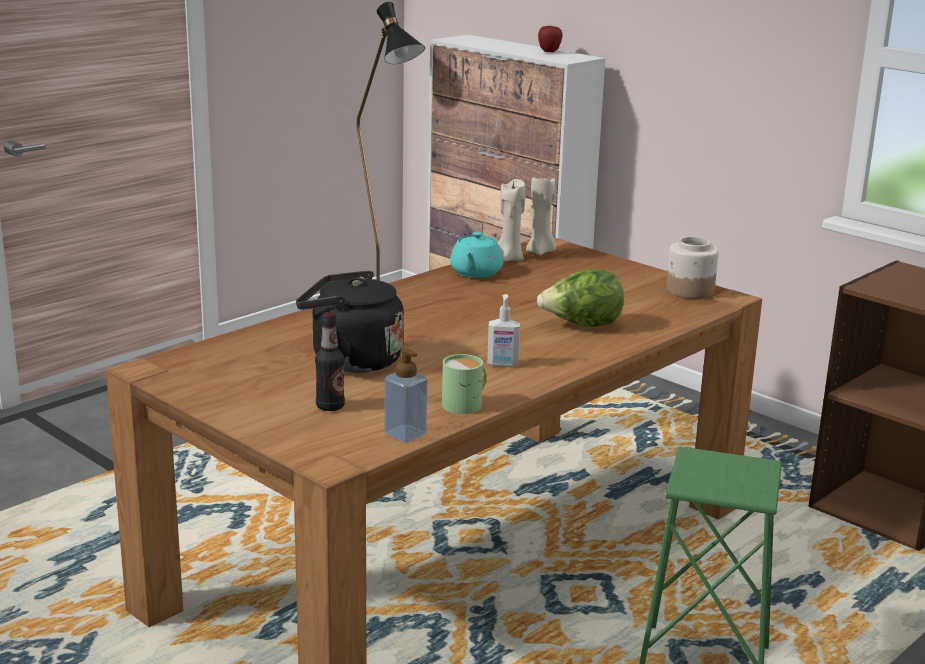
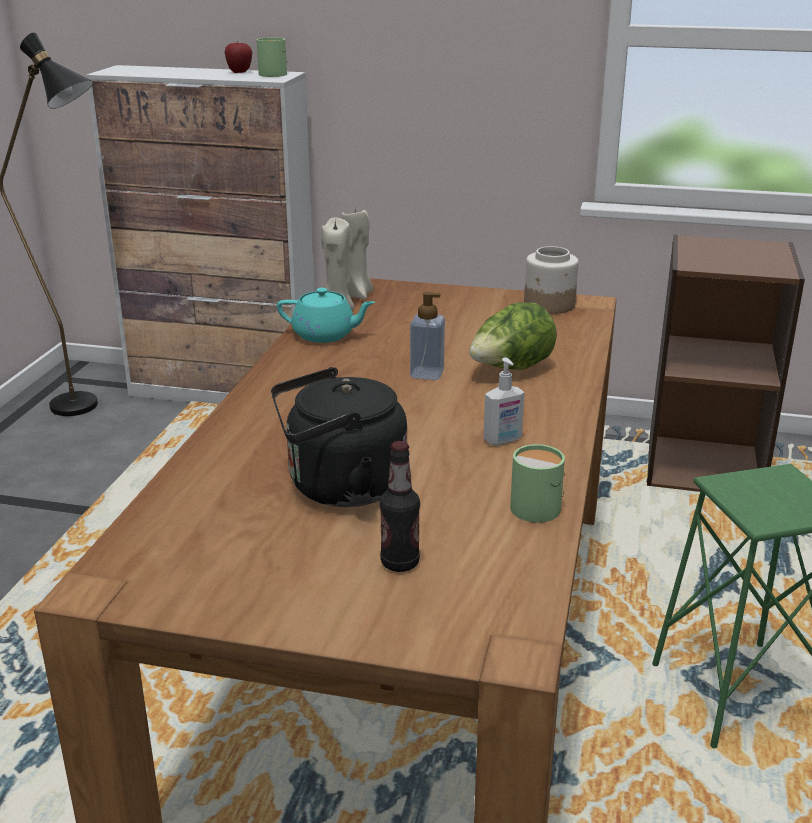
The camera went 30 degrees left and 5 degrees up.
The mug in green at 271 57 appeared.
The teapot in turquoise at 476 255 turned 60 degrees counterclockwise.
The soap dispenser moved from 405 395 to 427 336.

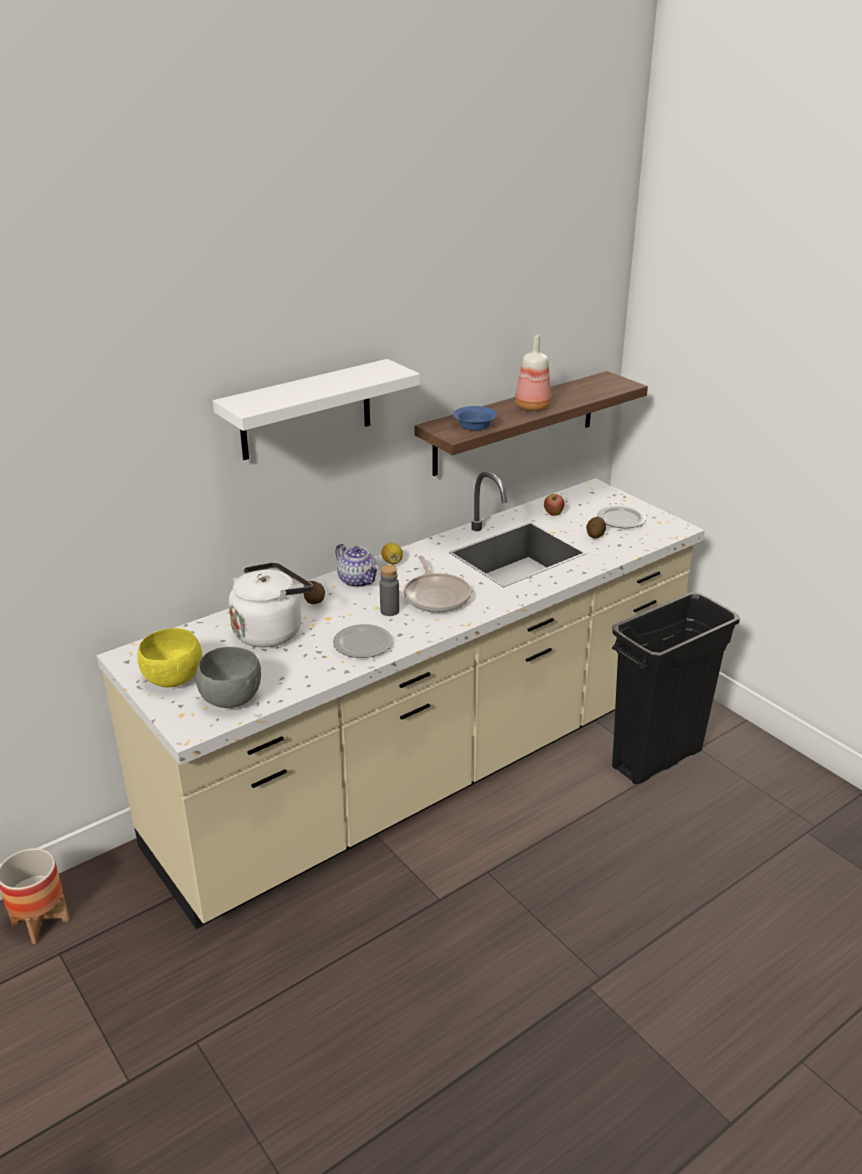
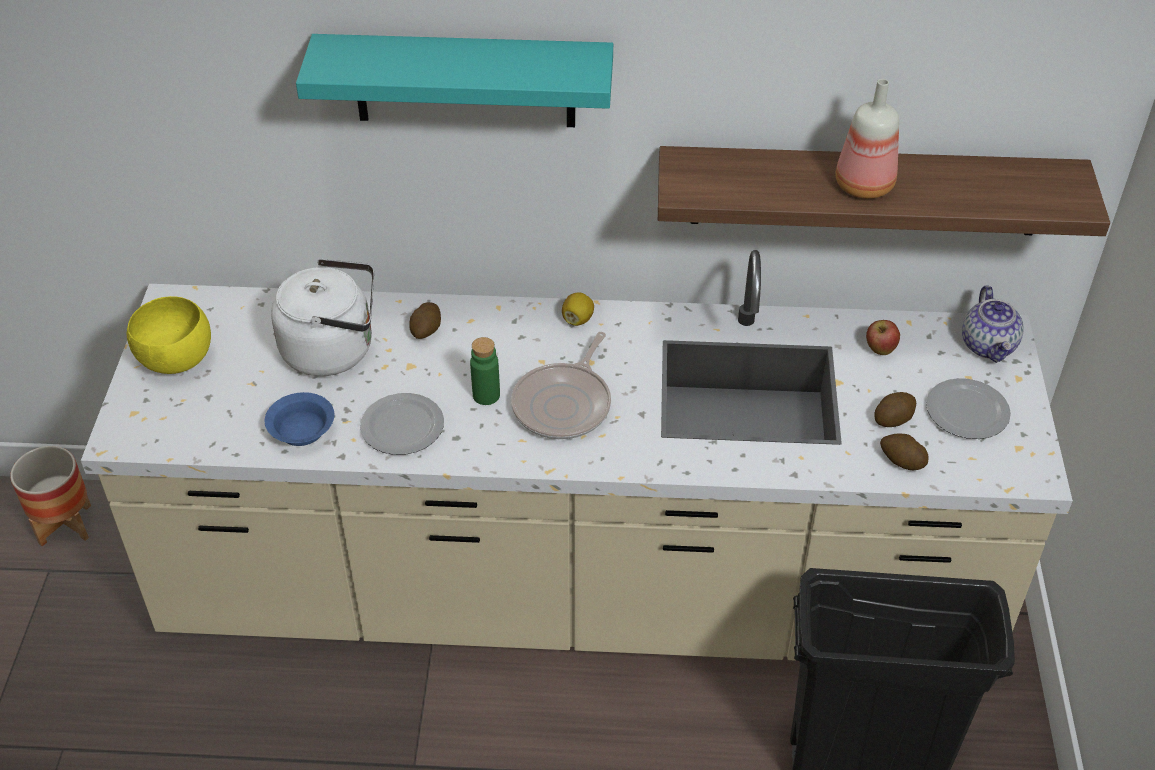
The camera went 40 degrees right and 15 degrees up.
The bowl in blue moved from 475 418 to 299 419.
The shelf in white at 316 409 became the shelf in turquoise at 454 80.
The bottle in grey at 389 590 became the bottle in green at 485 371.
The potato at 904 452 appeared.
The teapot moved from 357 565 to 993 324.
The bowl in grey at 228 677 disappeared.

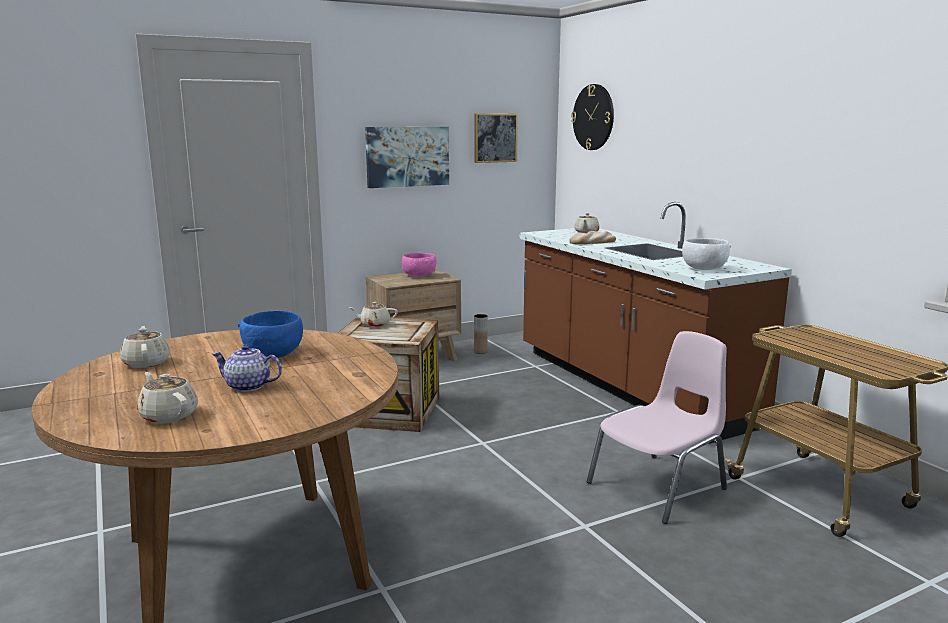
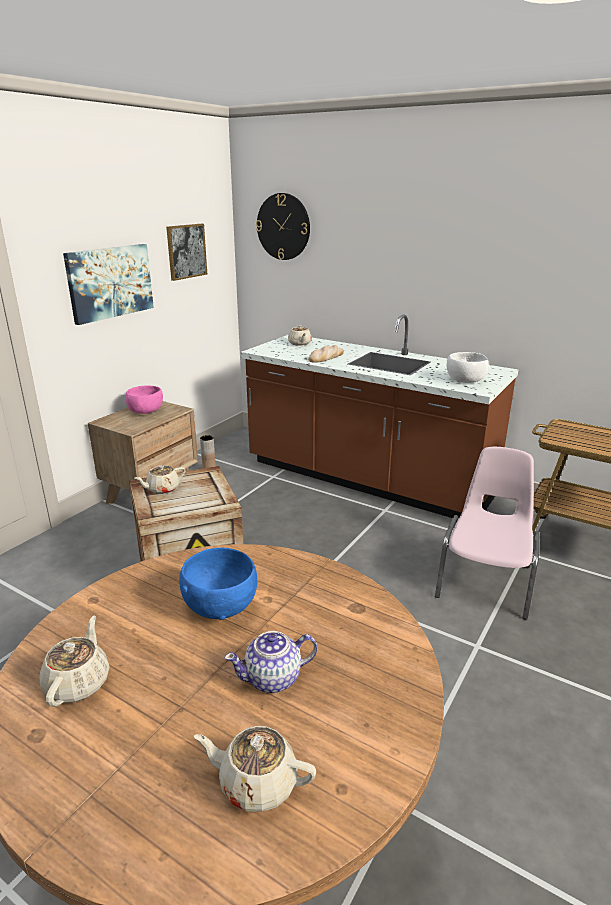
The camera went 30 degrees left and 10 degrees up.
The teapot in beige at 145 347 turned 60 degrees clockwise.

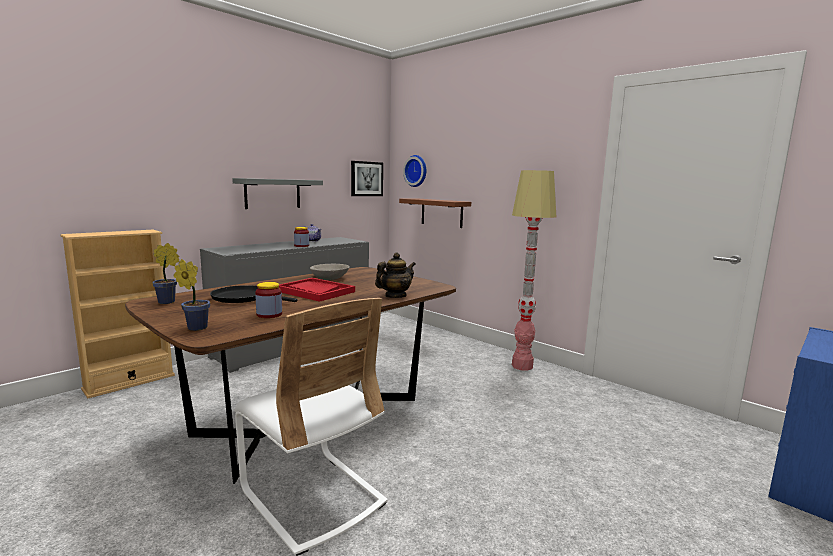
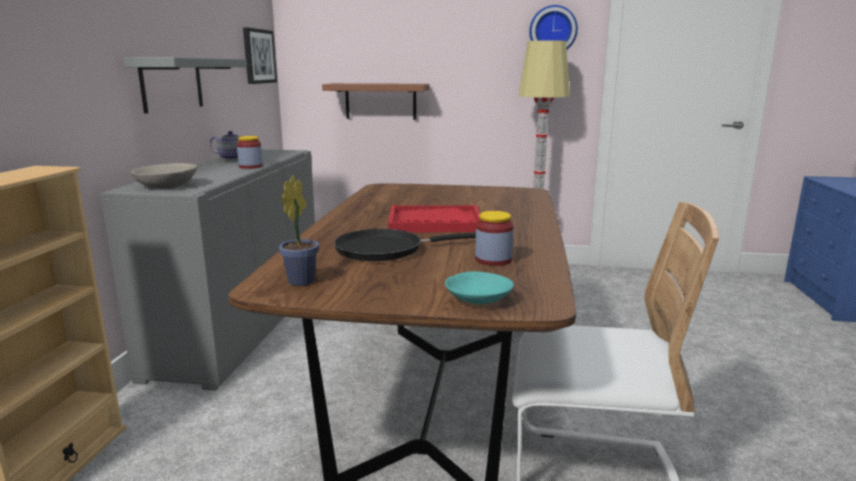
The camera went 35 degrees left and 5 degrees up.
The bowl in grey moved from 330 272 to 164 176.
The potted plant at 192 295 was replaced by the bowl in turquoise at 479 287.
The wall clock moved from 414 171 to 553 27.
The teapot at 395 275 disappeared.

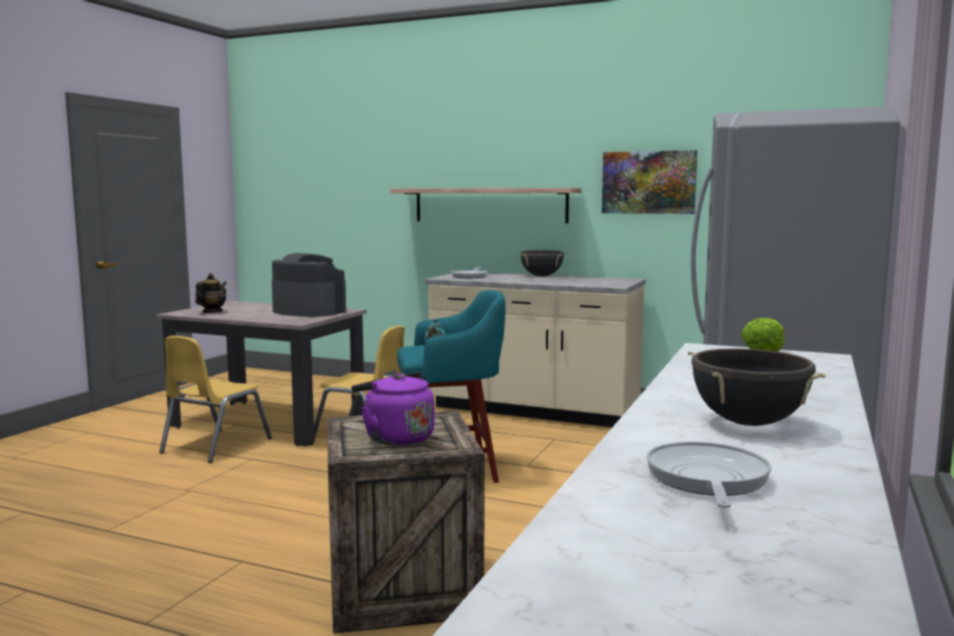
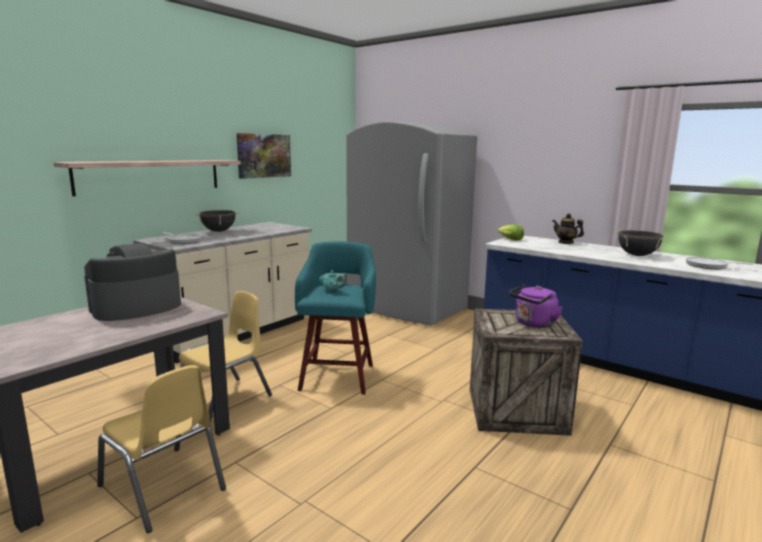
The camera went 75 degrees left and 5 degrees up.
The teapot moved from 211 293 to 568 228.

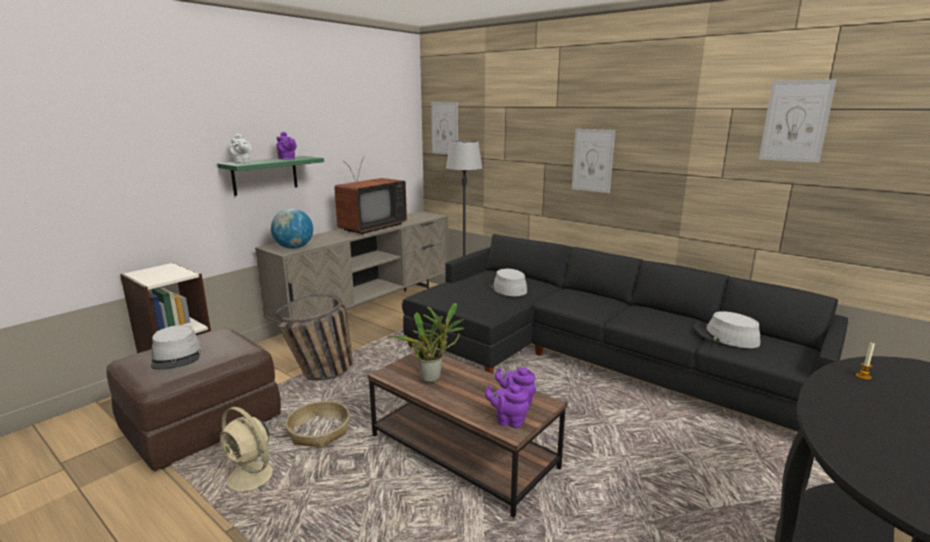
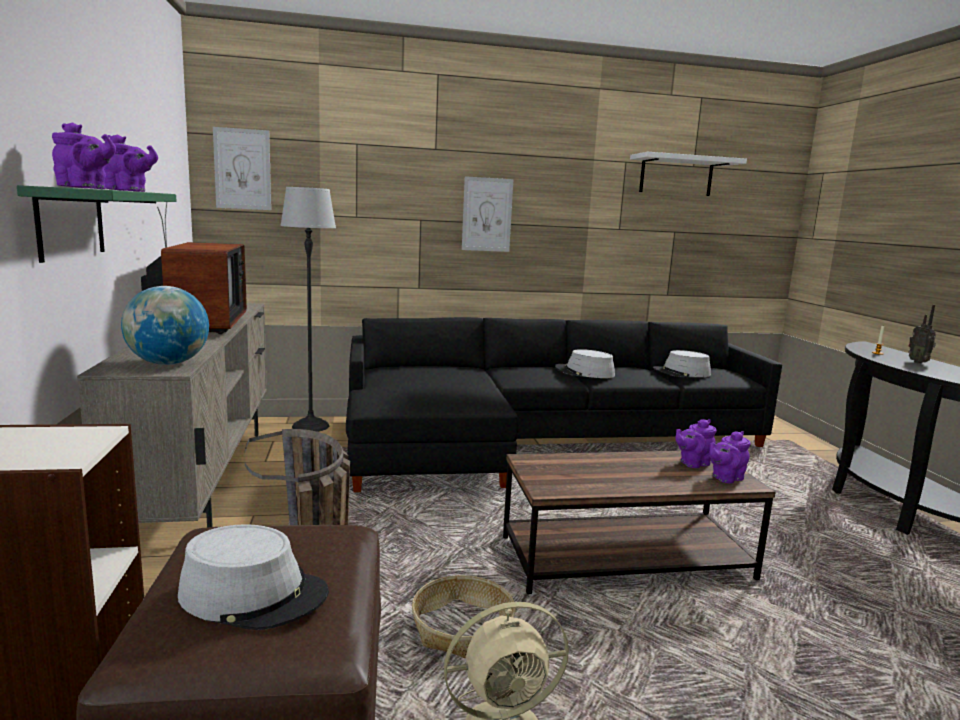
The camera went 50 degrees left and 5 degrees down.
The teapot in white at 241 149 became the teapot in purple at 84 155.
The hat in grey moved from 508 282 to 585 363.
The picture at 797 121 was replaced by the shelf in white at 688 174.
The radio at 922 334 appeared.
The potted plant at 425 343 disappeared.

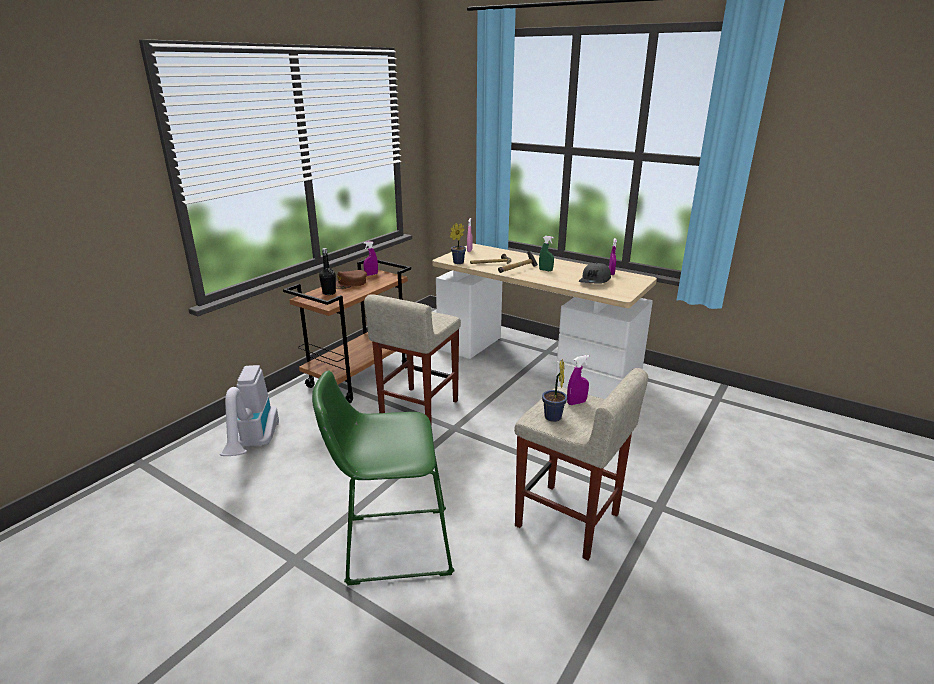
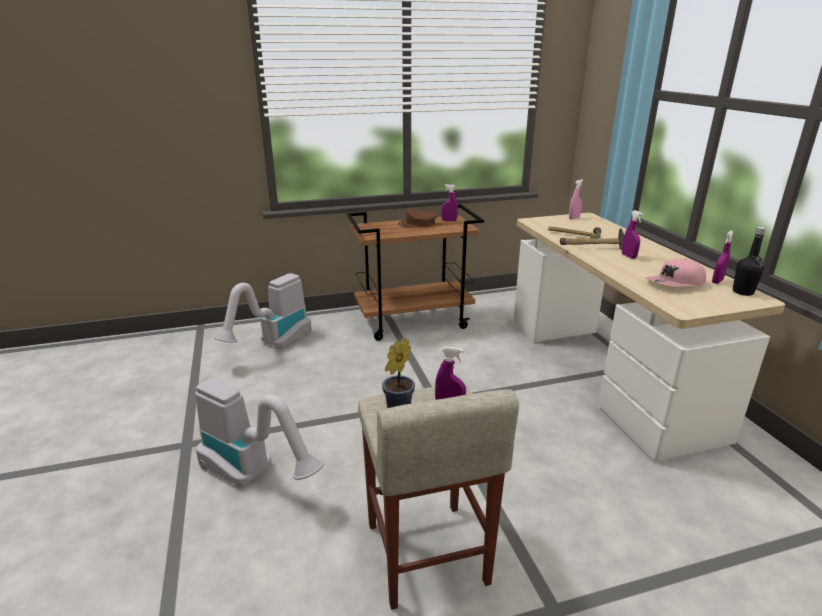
The camera went 40 degrees right and 0 degrees up.
The stool in green at 383 477 was replaced by the vacuum cleaner at 259 432.
The spray bottle in green at 546 253 became the spray bottle in purple at 632 234.
The cap in grey at 595 273 became the cap in pink at 676 272.
The bottle in black moved from 327 271 to 749 261.
The stool in beige at 413 358 disappeared.
The potted plant at 458 243 disappeared.

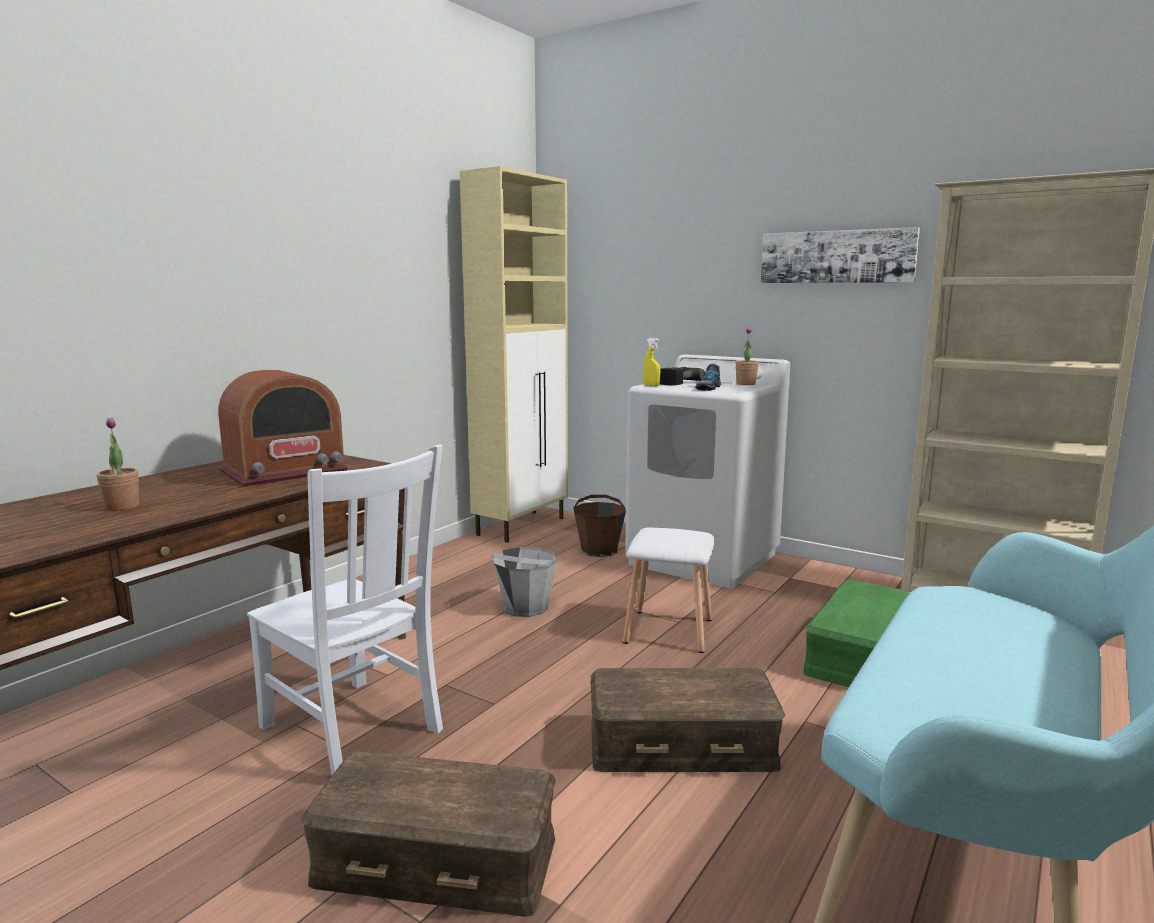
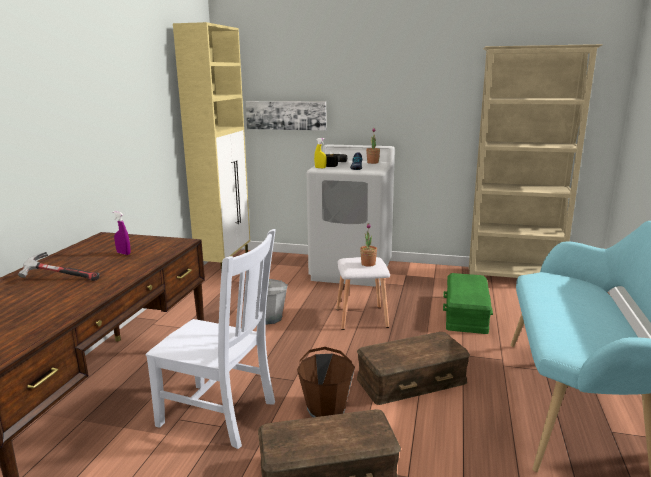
The camera went 20 degrees left and 5 degrees up.
The hammer at 59 266 appeared.
The radio at 283 428 was replaced by the spray bottle in purple at 122 233.
The picture moved from 840 255 to 286 116.
The bucket in brown moved from 600 526 to 326 382.
The potted plant moved from 118 464 to 368 245.

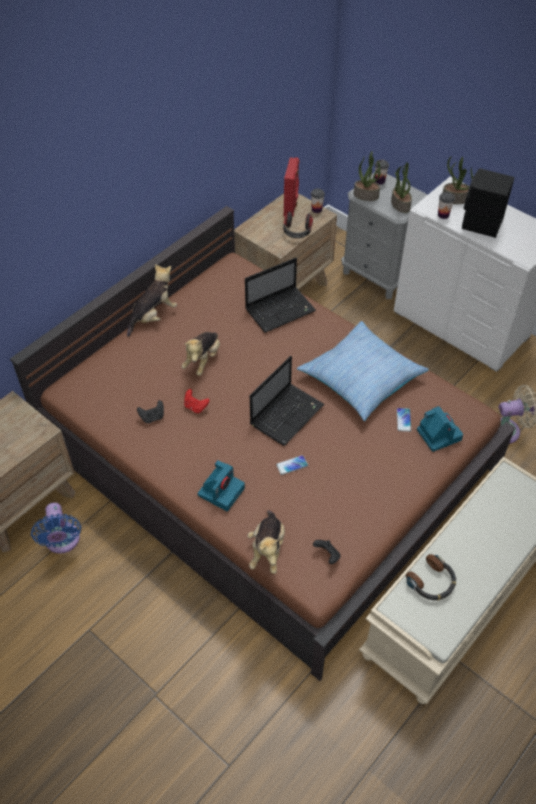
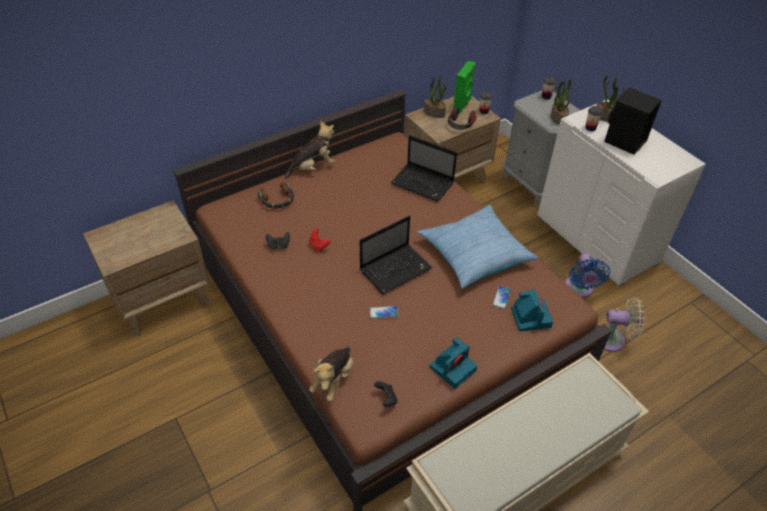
The camera went 15 degrees right and 5 degrees down.
The headphones moved from 431 577 to 276 195.
The laptop at 280 295 turned 45 degrees clockwise.
The potted plant moved from 367 176 to 435 96.
The photo camera moved from 221 485 to 453 363.
The speaker in red at 292 187 became the speaker in green at 464 87.
The fan in blue moved from 56 528 to 587 275.
The plush toy at 200 354 disappeared.

